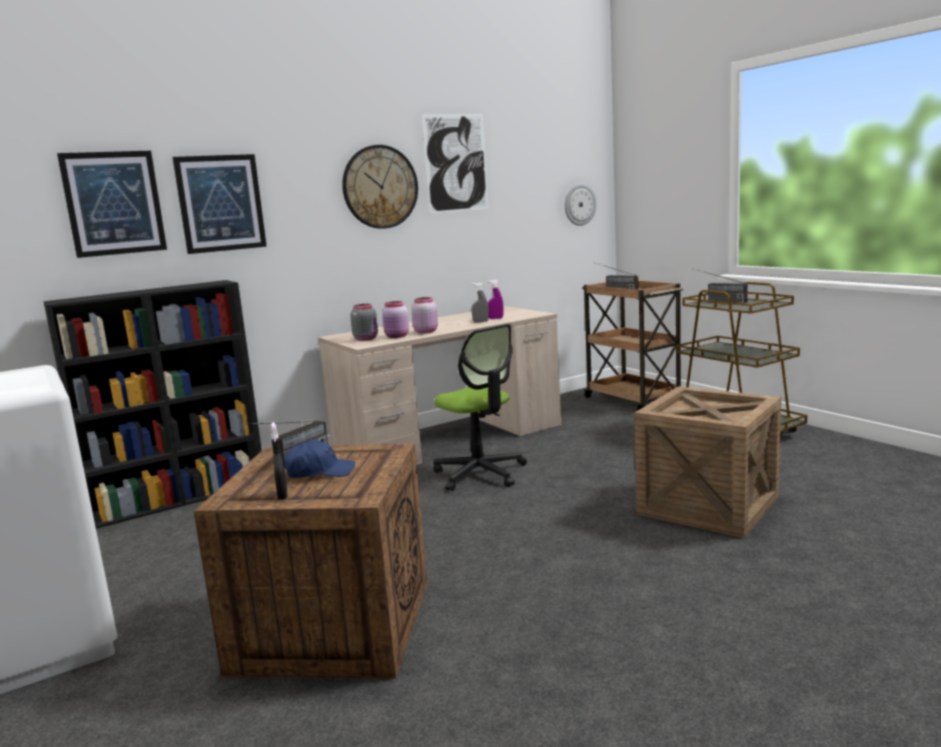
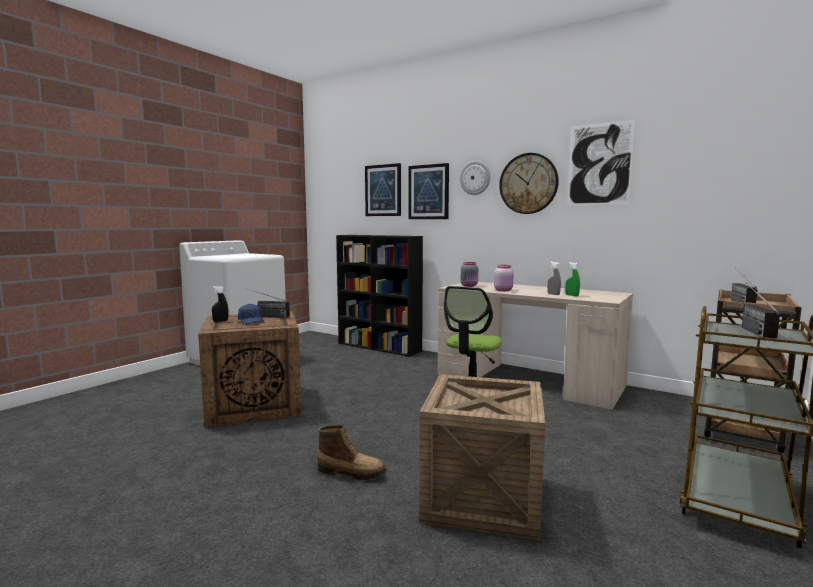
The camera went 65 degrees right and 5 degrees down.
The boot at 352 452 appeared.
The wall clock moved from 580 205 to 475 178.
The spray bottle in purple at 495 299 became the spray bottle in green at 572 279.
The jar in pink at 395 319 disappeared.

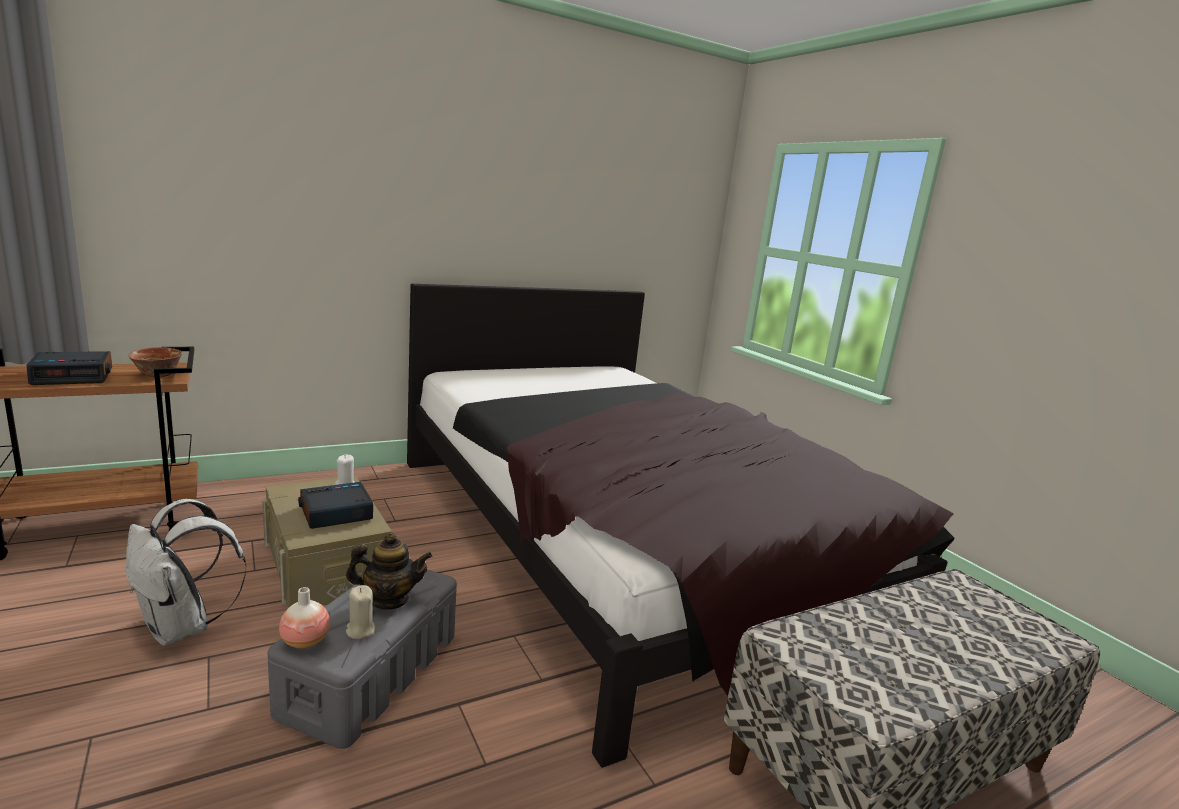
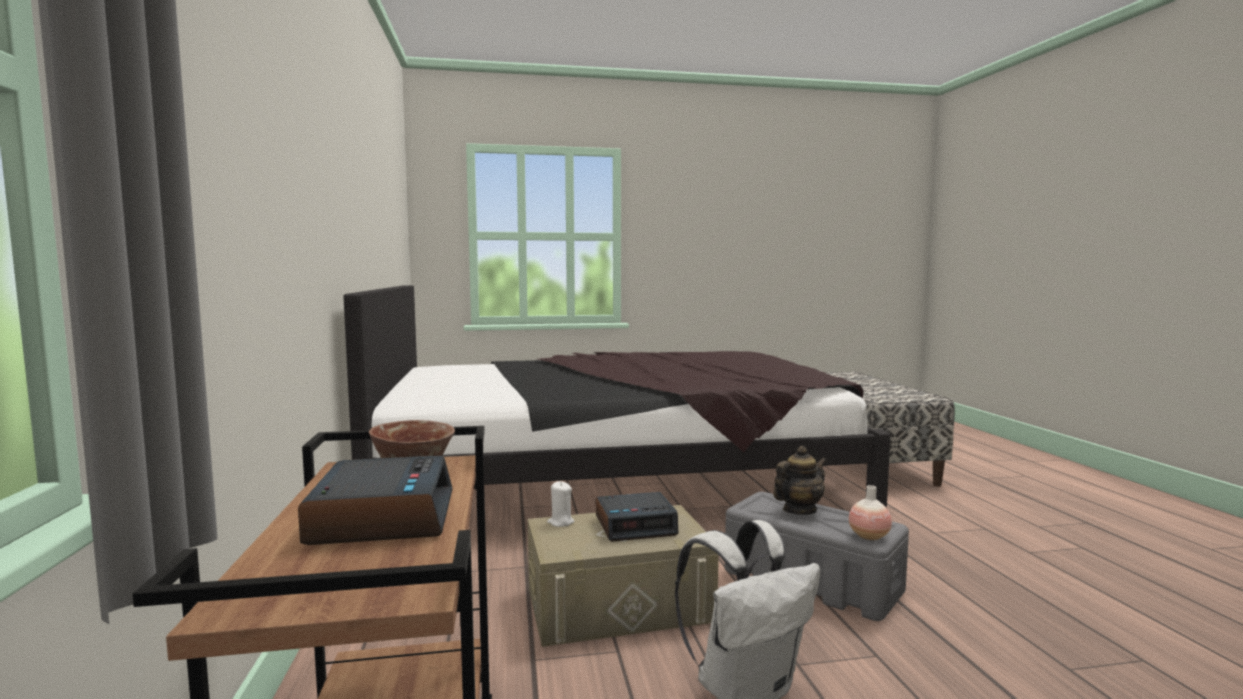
The camera went 70 degrees left and 10 degrees down.
The alarm clock at 335 505 turned 90 degrees counterclockwise.
The teapot at 389 571 turned 45 degrees clockwise.
The candle in beige at 360 612 disappeared.

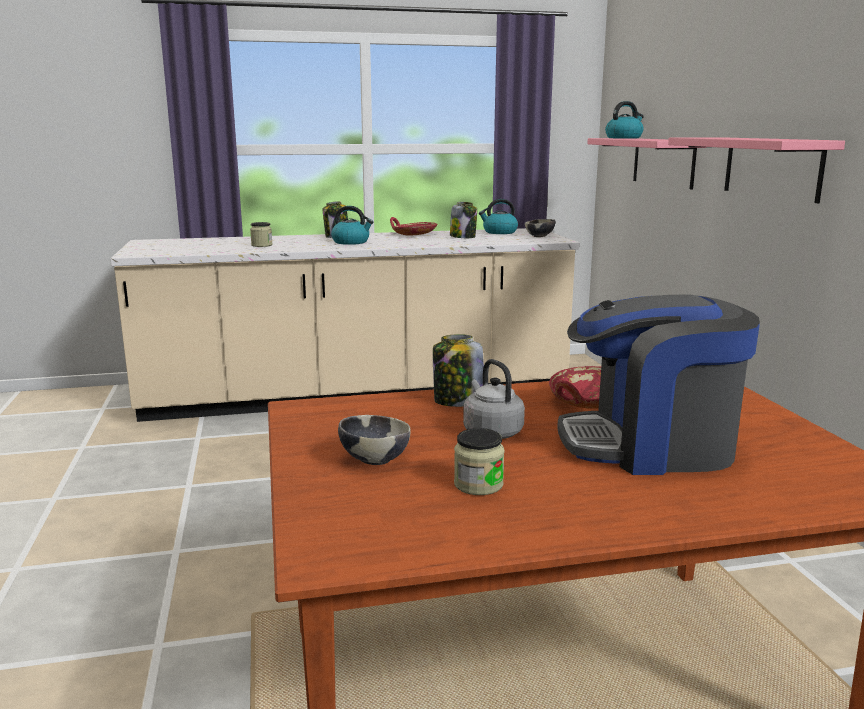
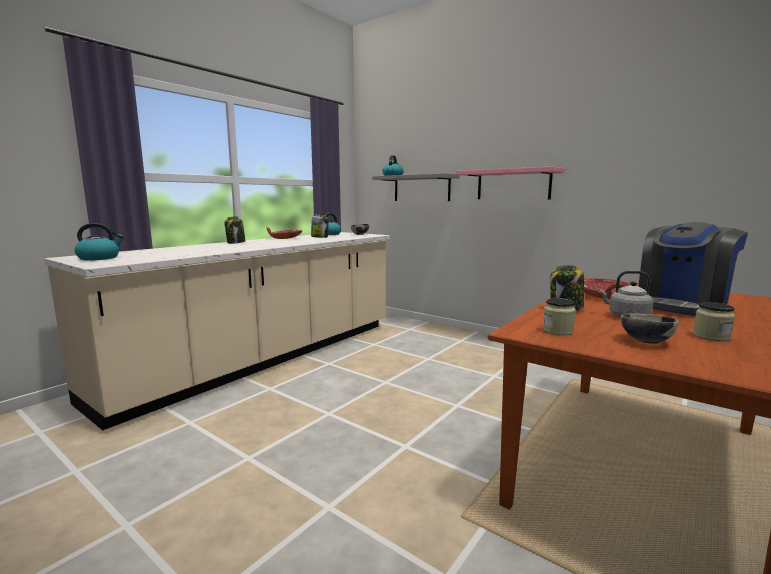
The camera went 40 degrees left and 5 degrees down.
The kettle moved from 352 225 to 99 241.
The shelf in pink at 647 163 became the shelf in grey at 415 187.
The jar moved from 261 234 to 559 316.

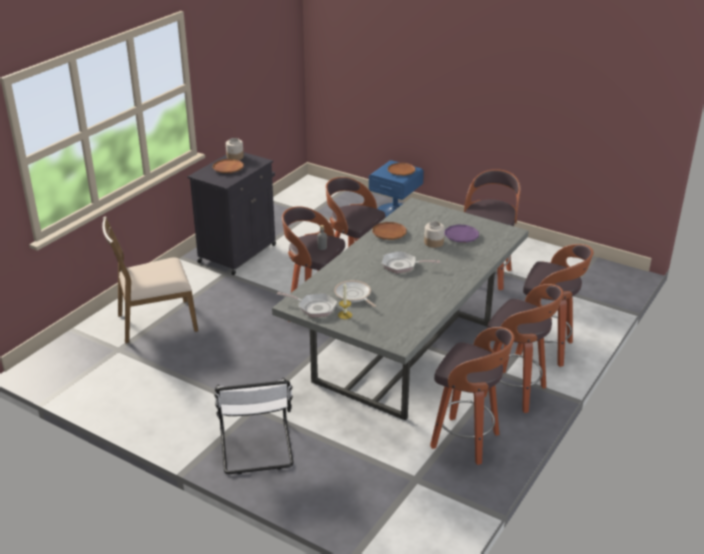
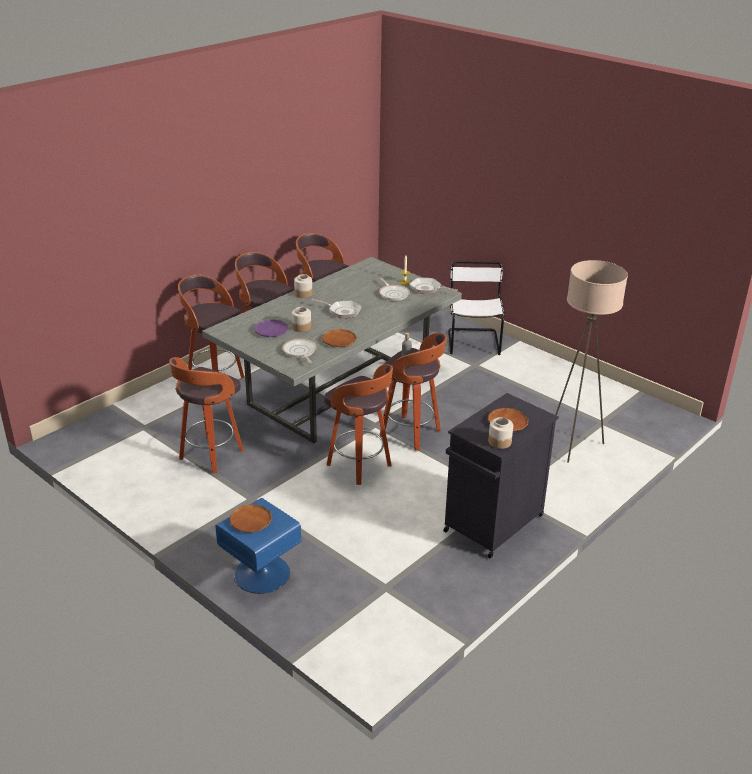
The camera went 170 degrees left and 0 degrees up.
The frying pan at 299 351 appeared.
The jar at 303 286 appeared.
The chair in brown at 150 279 was replaced by the floor lamp in beige at 591 361.

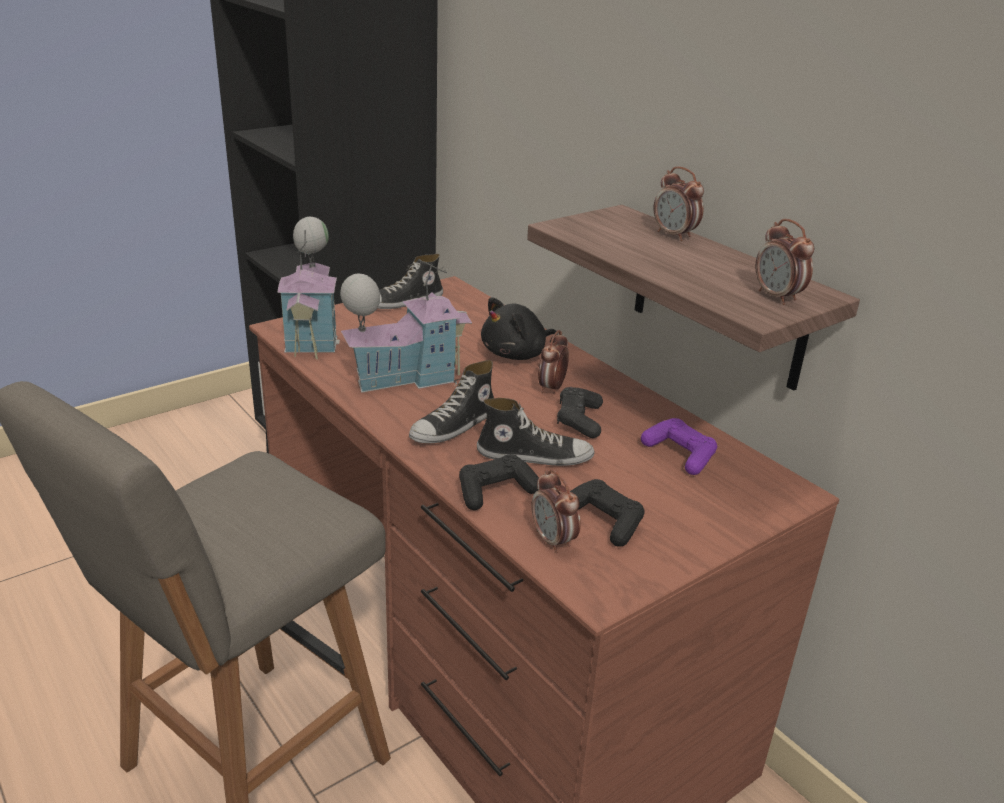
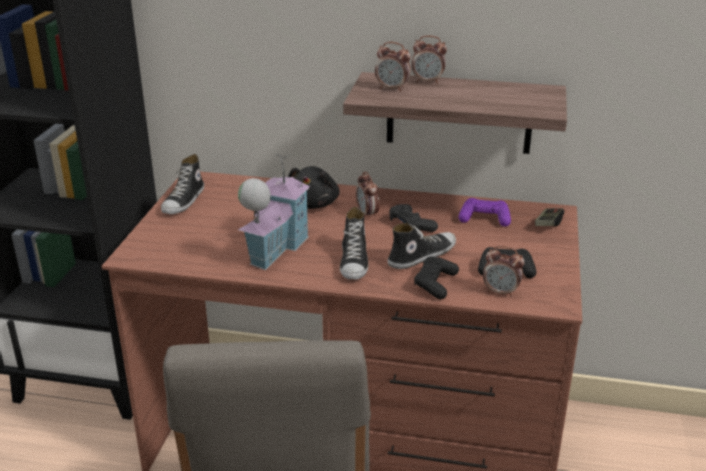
The camera went 40 degrees left and 0 degrees up.
The alarm clock moved from 785 262 to 393 67.
The game controller at 549 217 appeared.
The toy house at 309 288 disappeared.

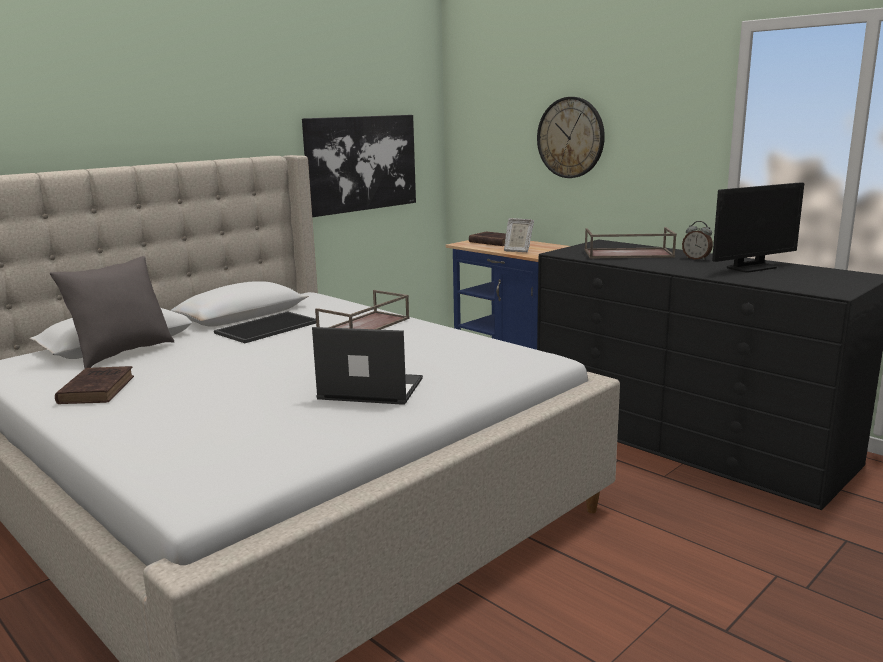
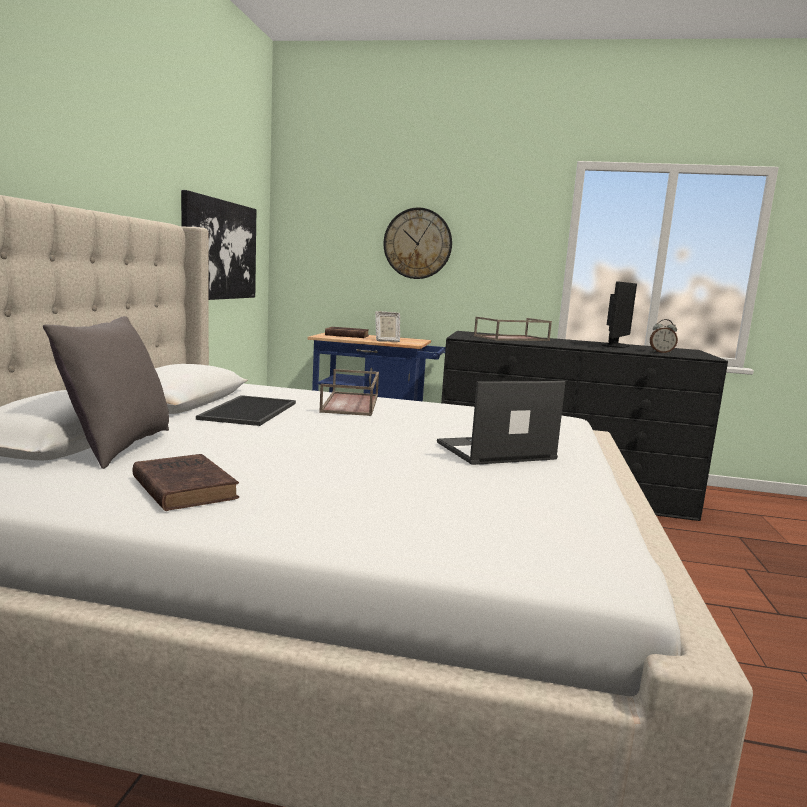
The camera went 35 degrees left and 5 degrees down.
The alarm clock moved from 697 240 to 664 336.

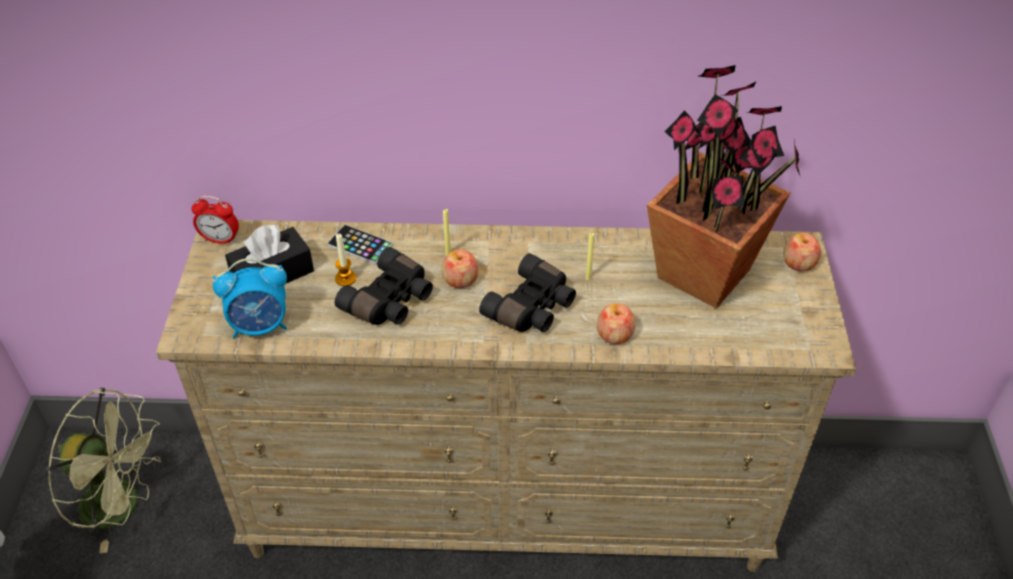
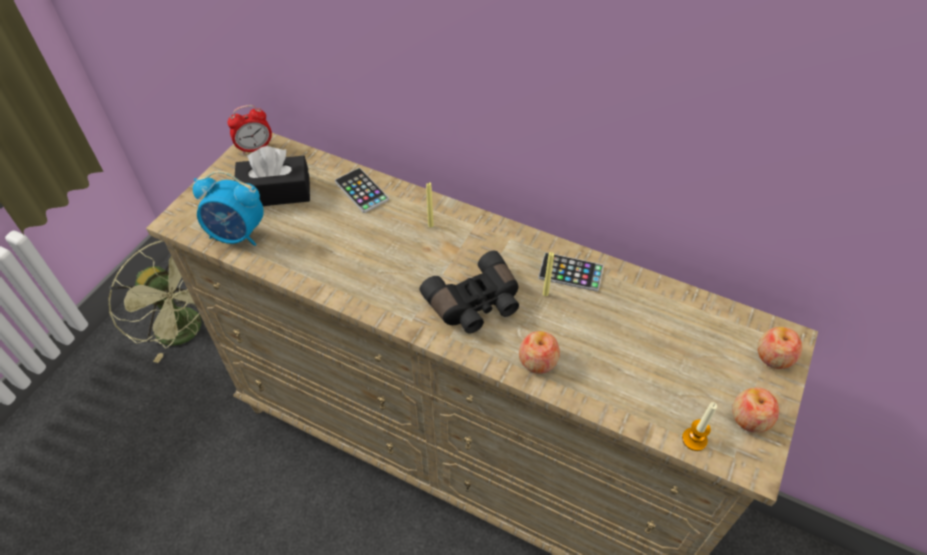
The camera went 25 degrees right and 5 degrees up.
The alarm clock at 215 219 turned 60 degrees counterclockwise.
The phone at 571 272 appeared.
The candle moved from 345 259 to 699 426.
The apple moved from 460 268 to 755 410.
The binoculars in black at 384 286 disappeared.
The potted plant at 723 187 disappeared.

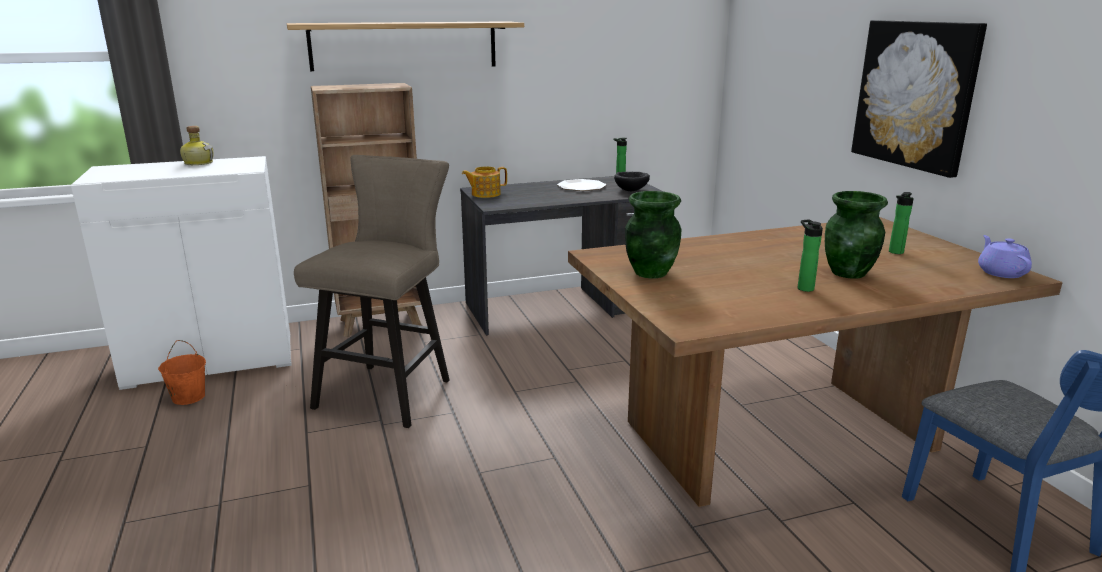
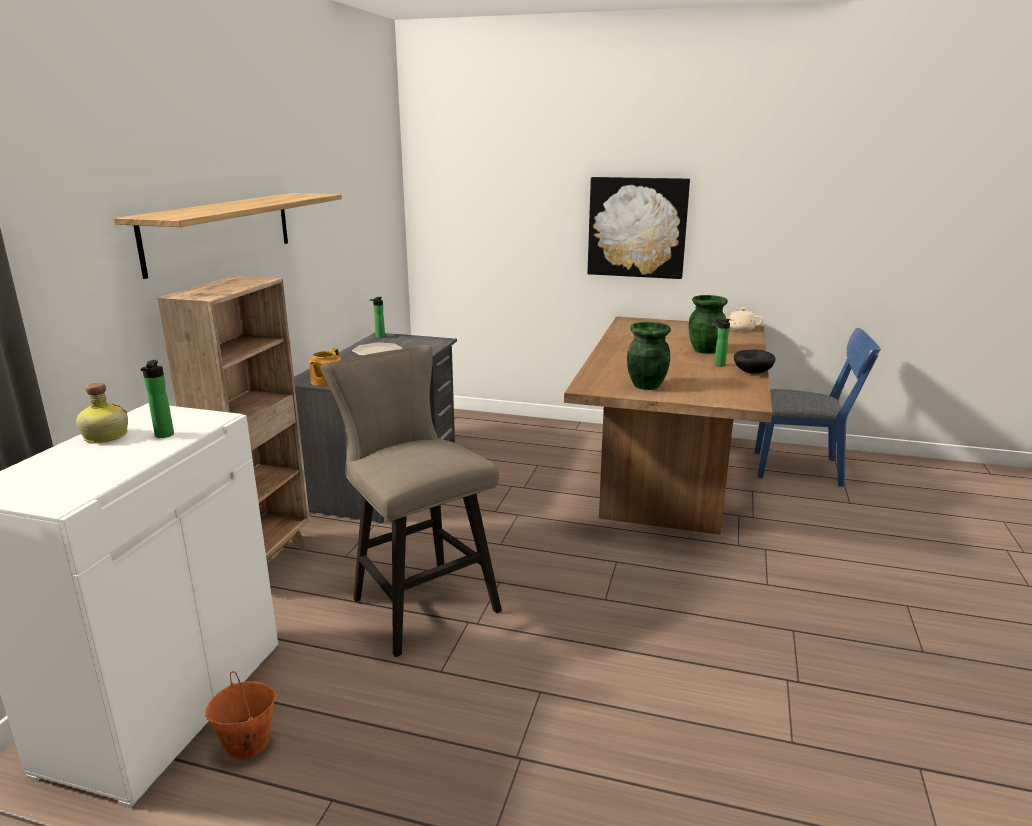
The camera went 55 degrees left and 0 degrees up.
The bottle moved from 901 223 to 157 399.
The teapot in purple at 1005 256 became the teapot in beige at 743 319.
The bowl in black moved from 632 181 to 754 361.

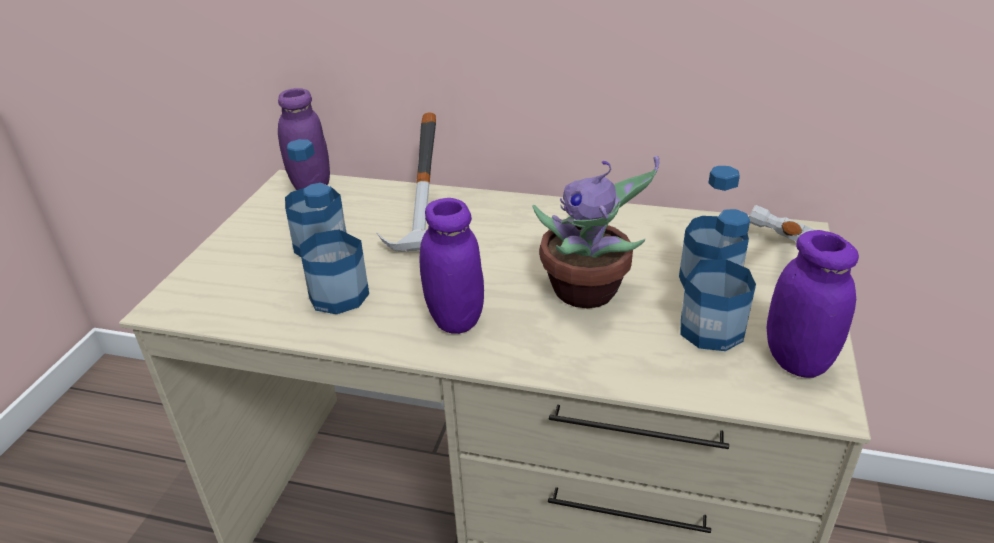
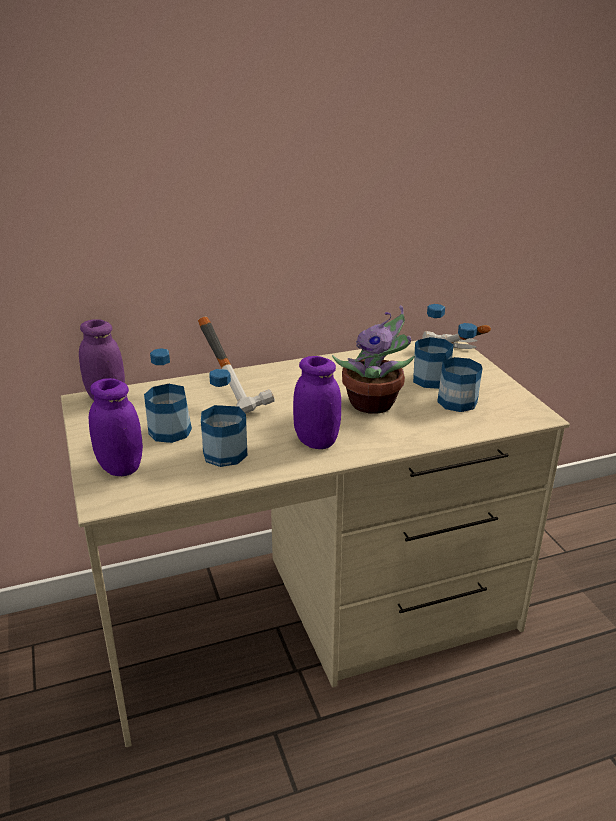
The camera went 35 degrees left and 5 degrees down.
The jar in purple moved from 812 304 to 116 427.

